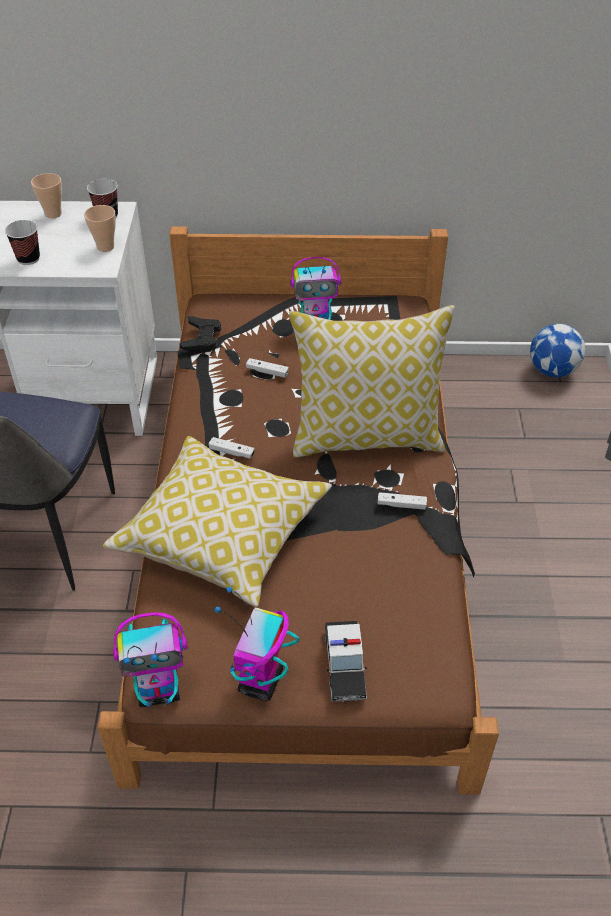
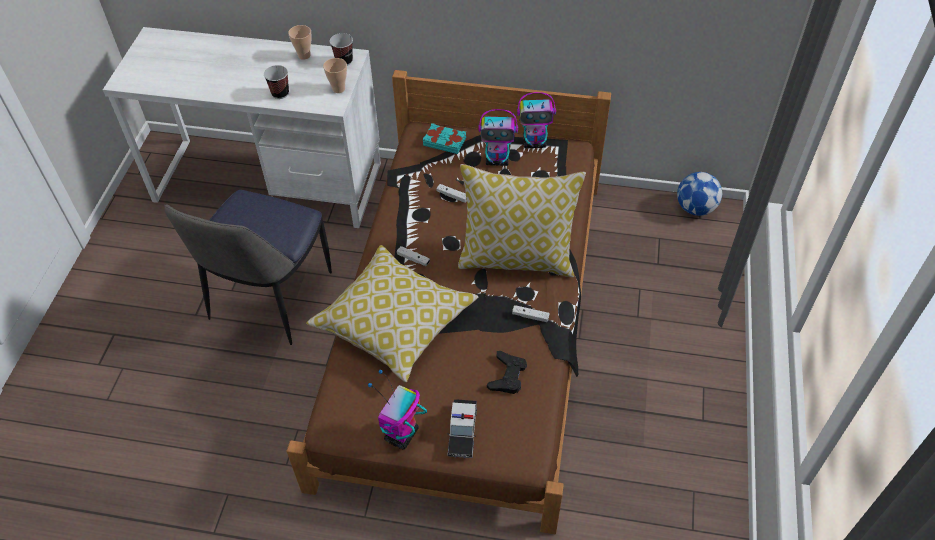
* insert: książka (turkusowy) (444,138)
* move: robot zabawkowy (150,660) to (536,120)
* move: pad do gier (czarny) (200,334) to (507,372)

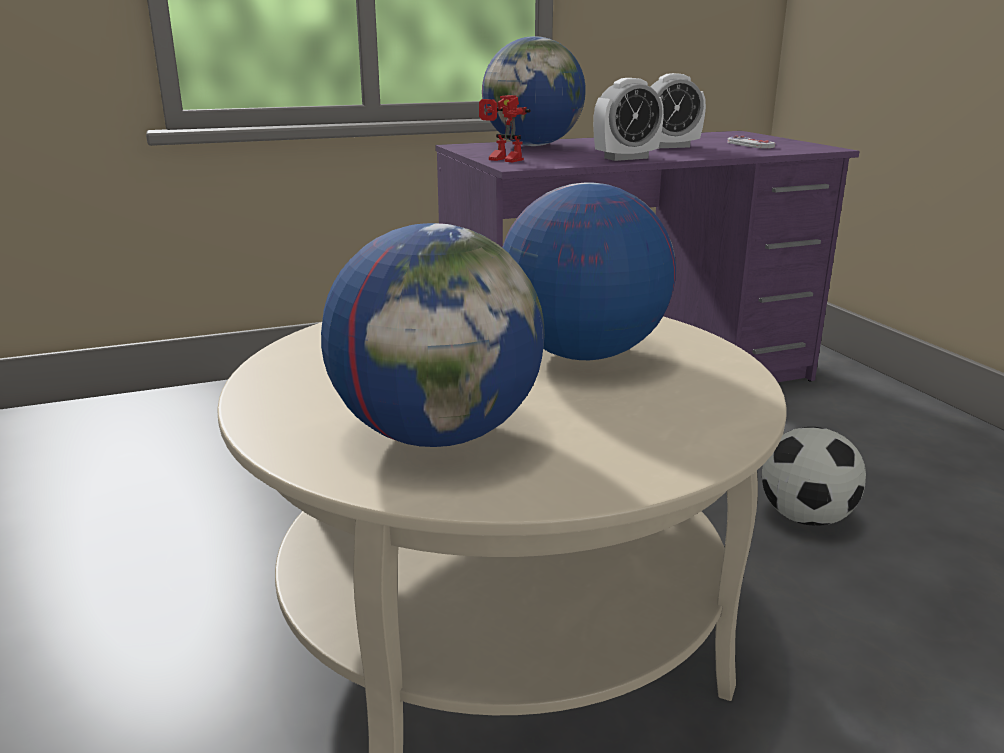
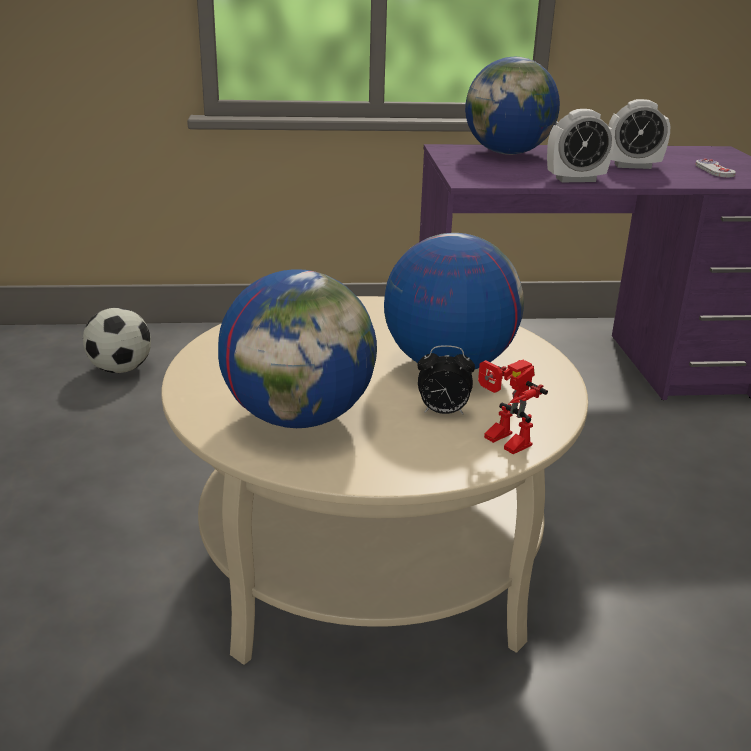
* insert: budzik (446,379)
* move: robot zabawkowy (505,128) to (513,407)
* move: piłka futbolowa (814,476) to (117,340)

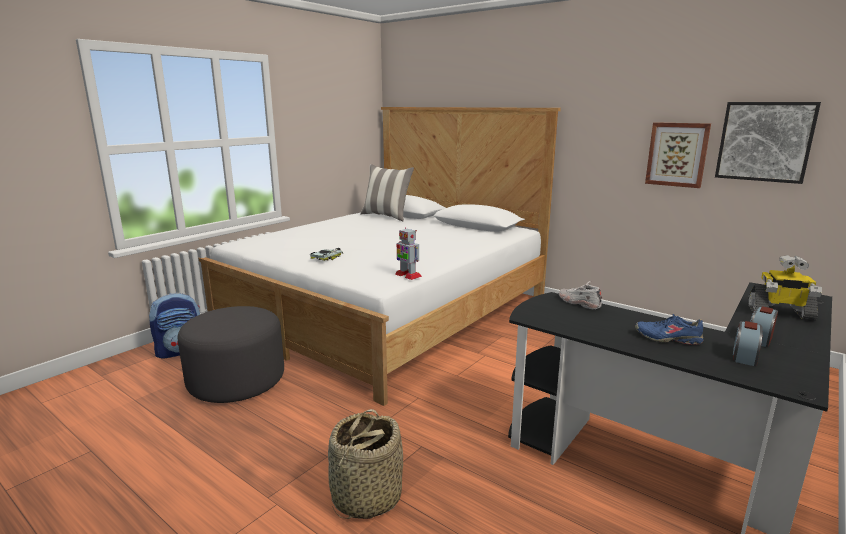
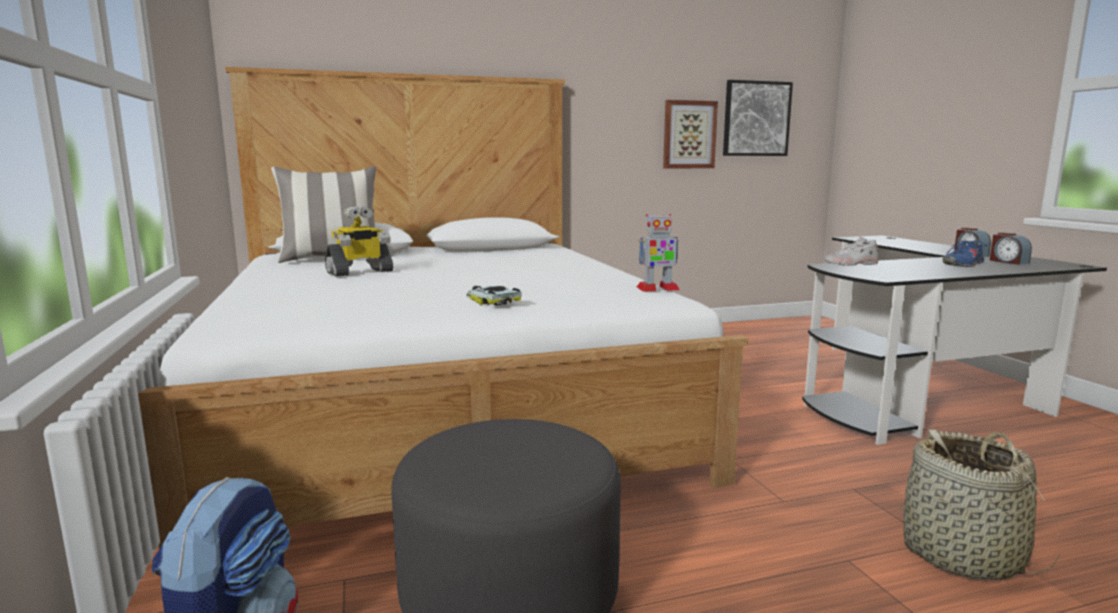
* move: robot zabawkowy (785,288) to (359,241)

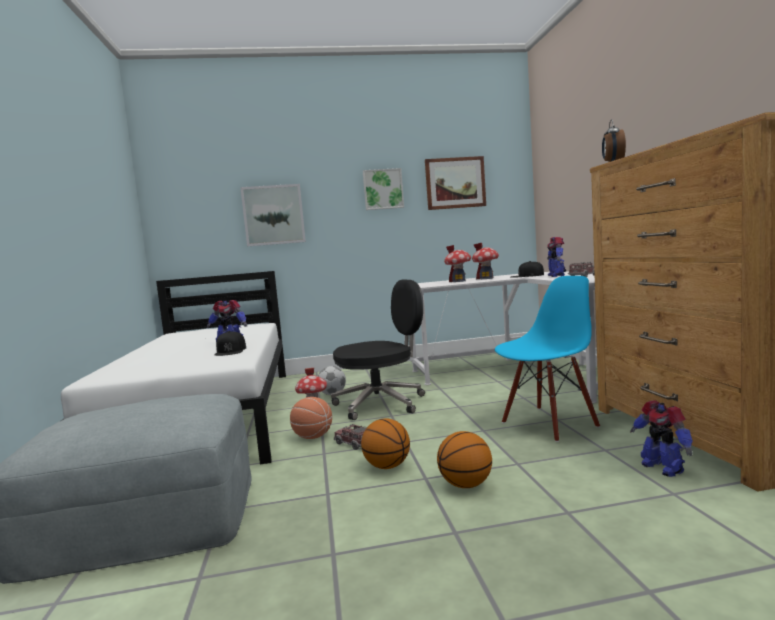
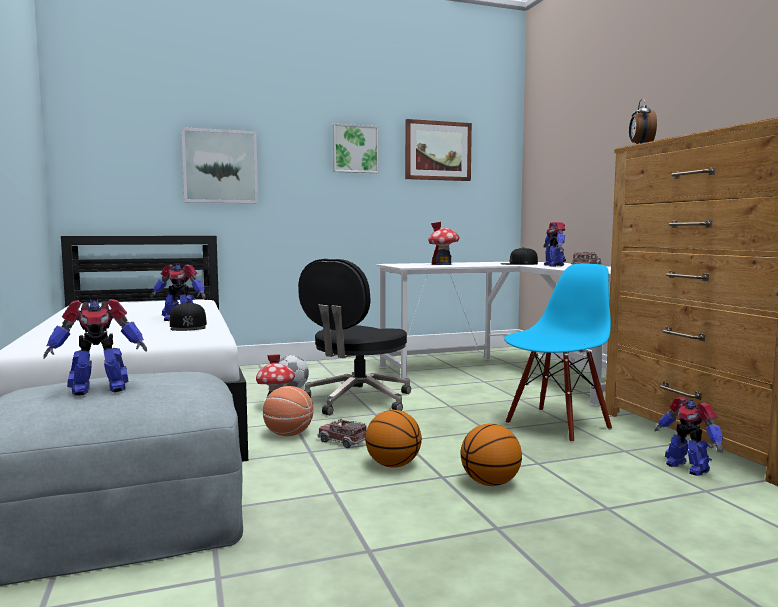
* delete: domek (485,261)
* insert: robot zabawkowy (95,347)
* rotate: krzesło biurowe (czarny) (378,349) = (354,337) 150 degrees clockwise

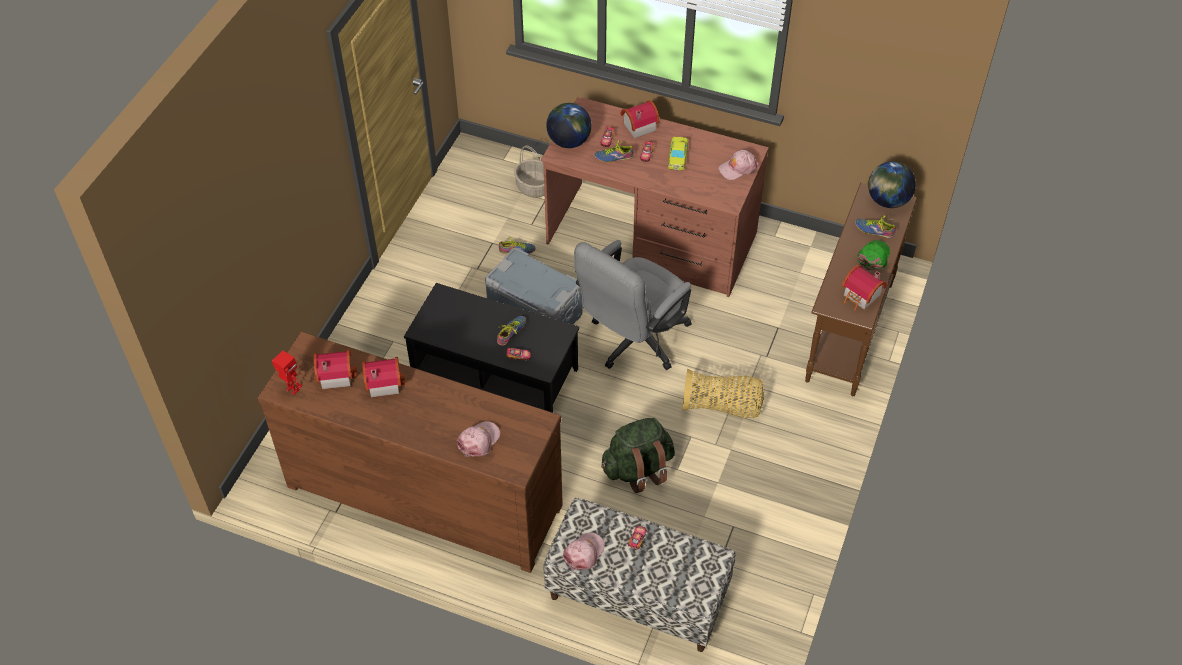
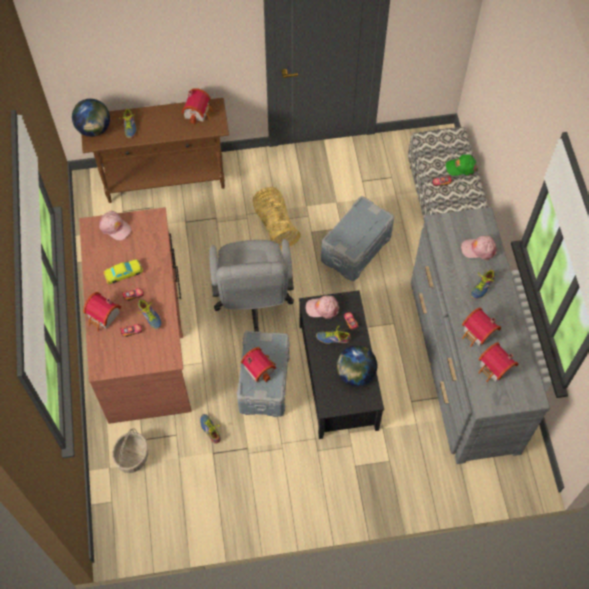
* delete: robot zabawkowy (287,373)
* insert: domek (258,365)
* insert: but (482,284)
* move: globus (569,125) to (357,365)
* move: czapka z daszkiem (różowy) (584,551) to (322,307)
* move: czapka z daszkiem (zielony) (873,255) to (462,165)
* replace: plecak (zielony) (638,455) to pojemnik do przechowywania (szary) (357,238)
* recolor: komoda (brązowy) (410,452) to komoda (szary) (480,335)
* rotate: krzesło biurowe (szary) (633,305) = (251,285) 75 degrees clockwise

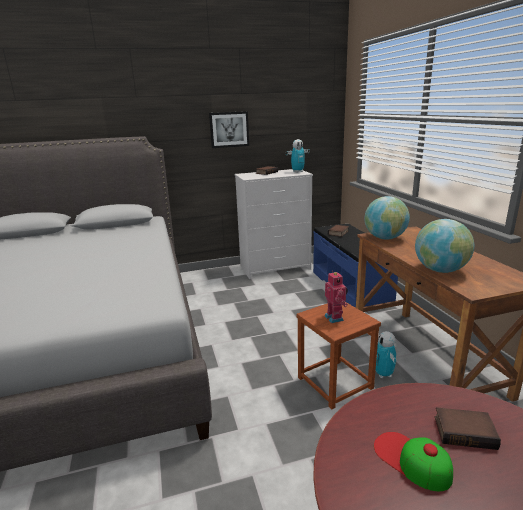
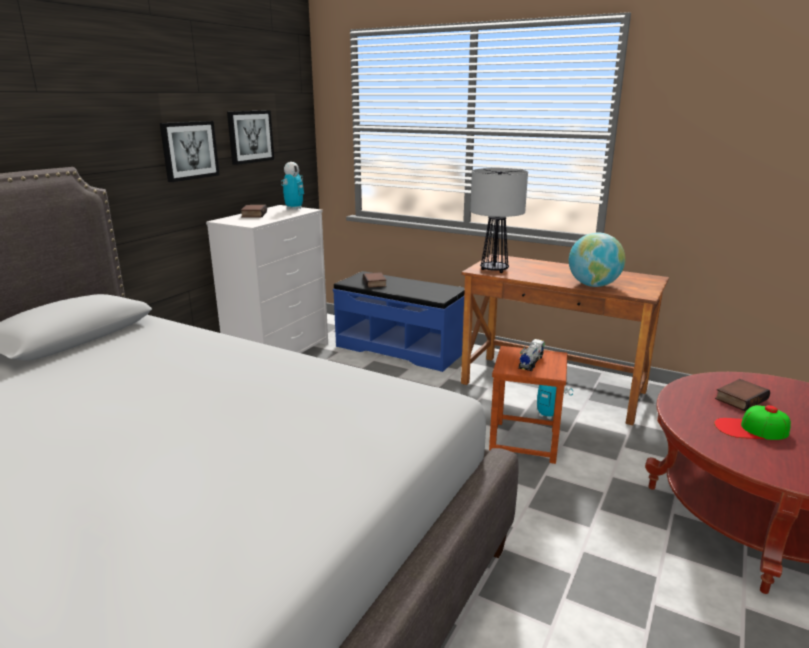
* insert: obraz (250,137)
* replace: robot zabawkowy (336,297) to ciężarówka zabawkowa (531,355)
* replace: globus (387,217) to lampa stołowa (499,220)

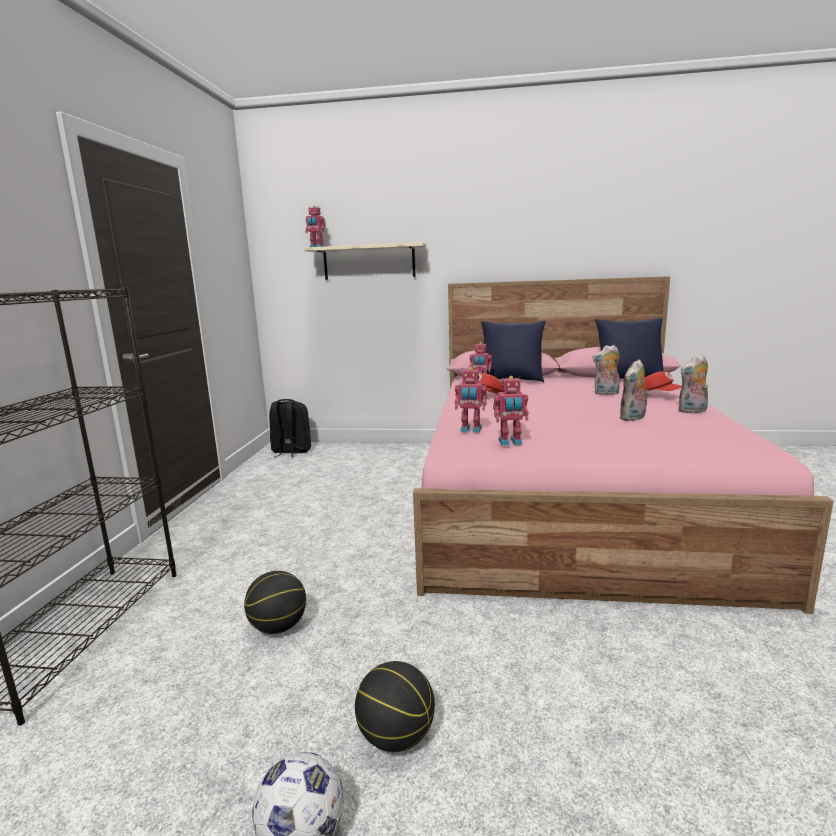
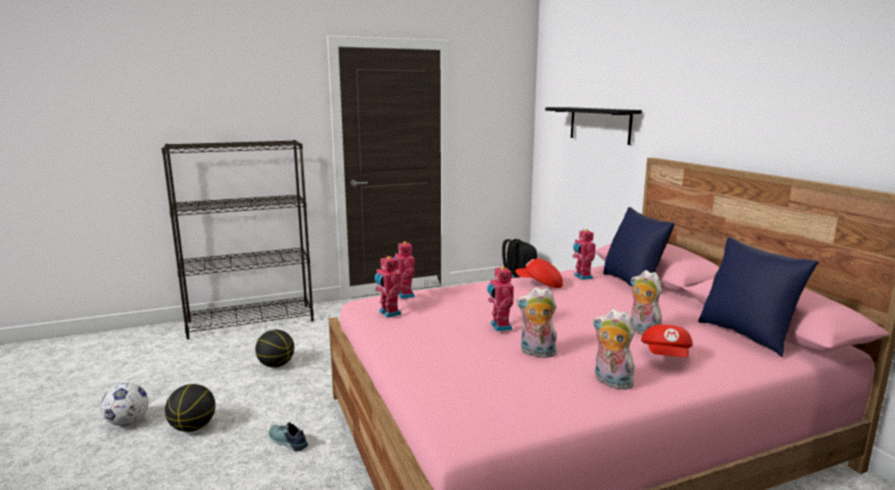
* insert: but (288,436)
* move: robot zabawkowy (315,226) to (500,298)
* recolor: półka (beżowy) (365,261) to półka (czarny) (593,126)

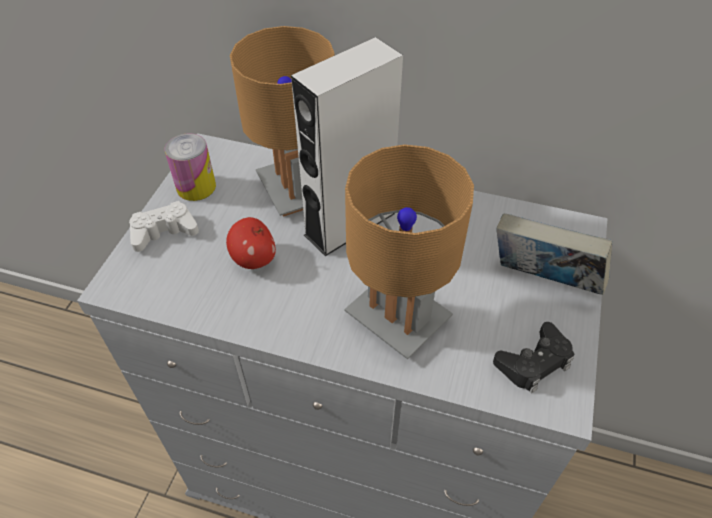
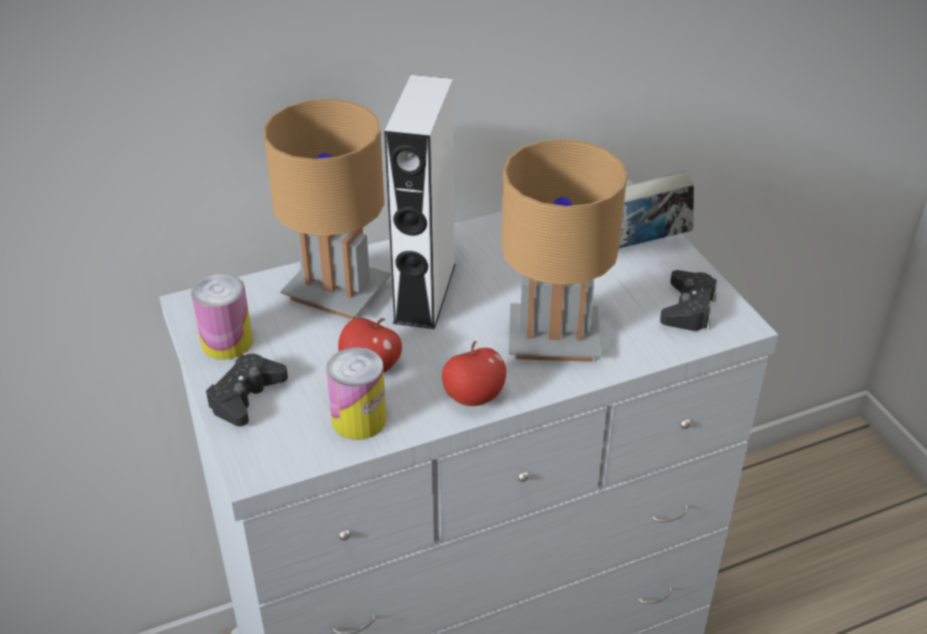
* insert: puszka (356,393)
* insert: jabłko (474,373)
* recolor: pad do gier (biały) (164,226) to pad do gier (czarny) (247,390)

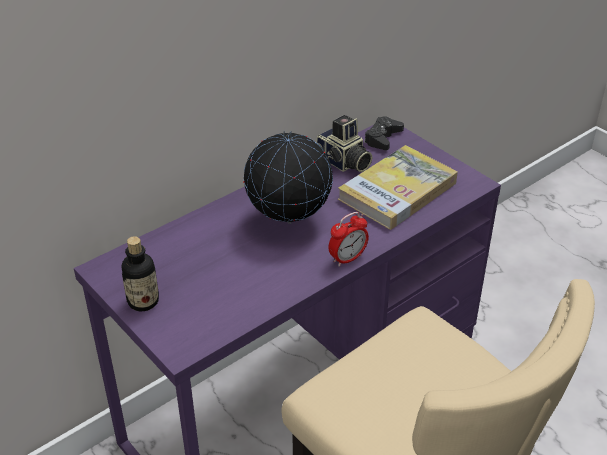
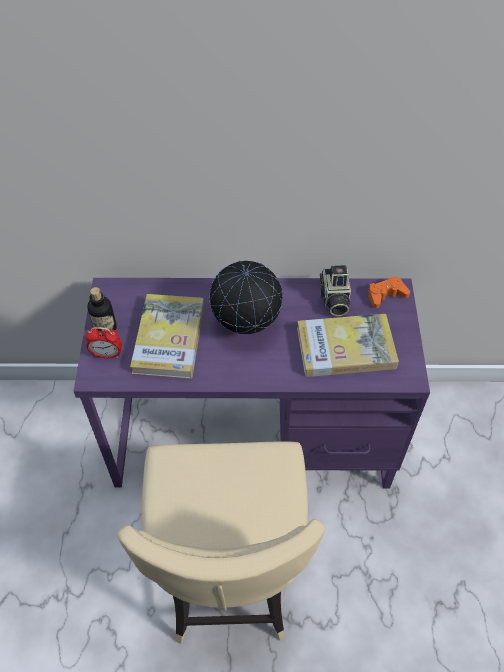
* insert: książka (167,336)
* move: budzik (348,239) to (103,342)
* recolor: pad do gier (czarny) (384,133) to pad do gier (pomarańczowy) (389,292)

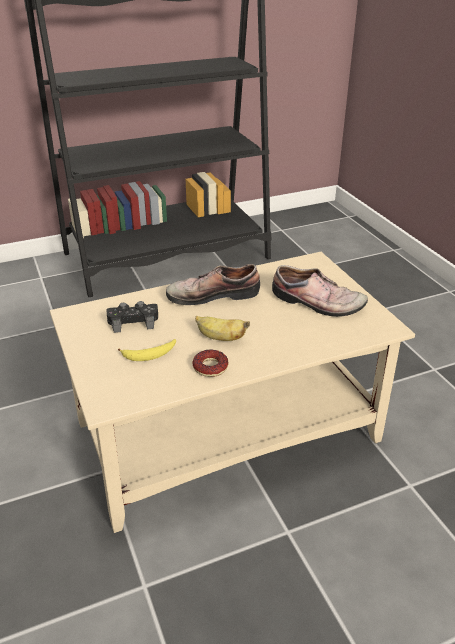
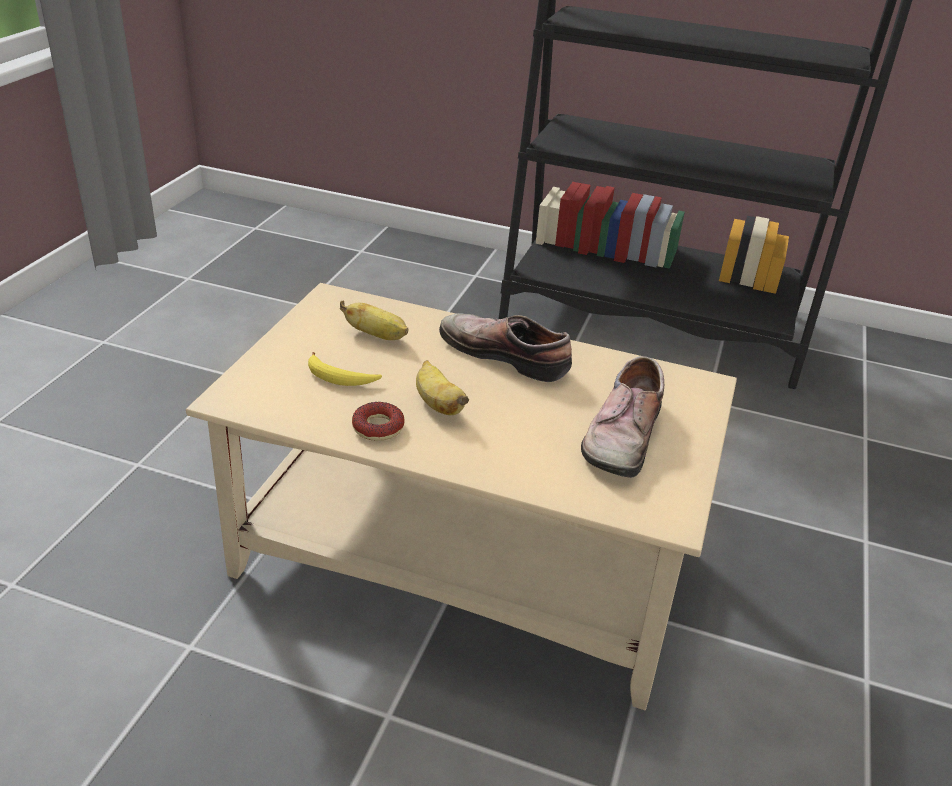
* replace: pad do gier (czarny) (132,317) to banan (374,320)
* rotate: but (320,291) = (622,417) 45 degrees clockwise

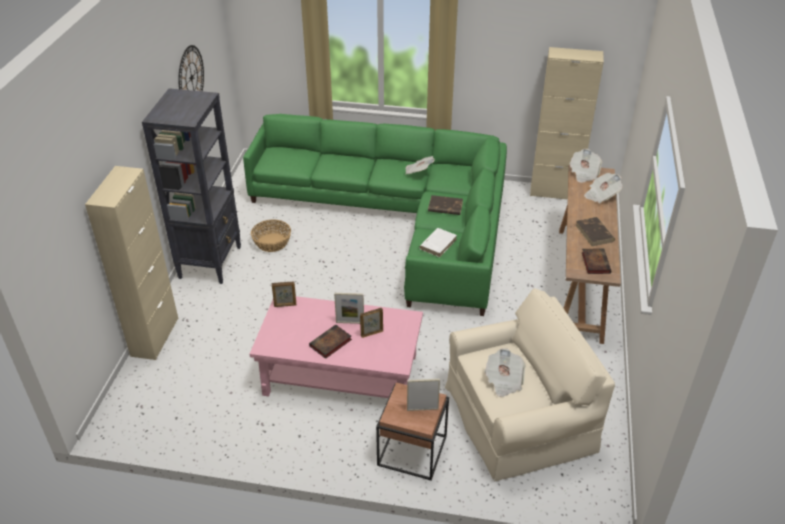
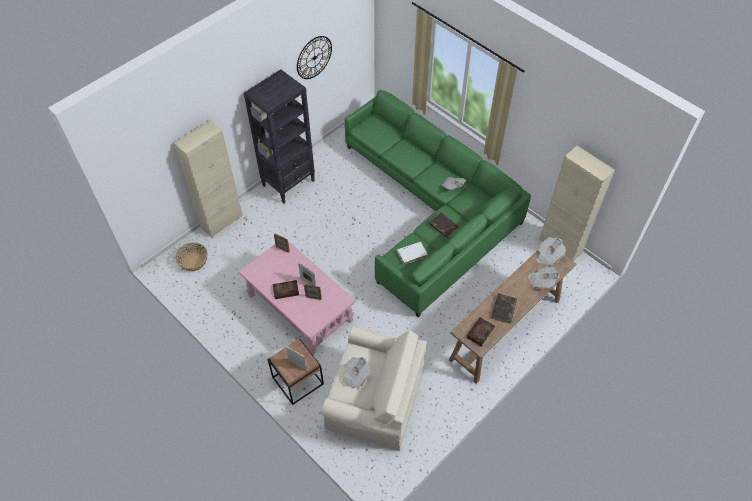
* move: koszyk (271,235) to (192,257)

